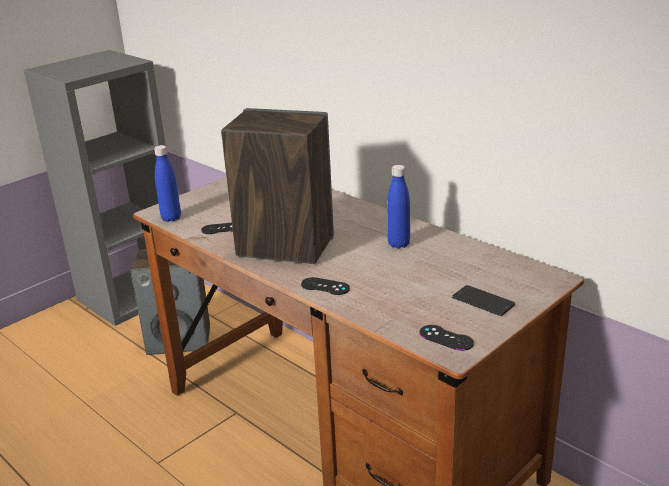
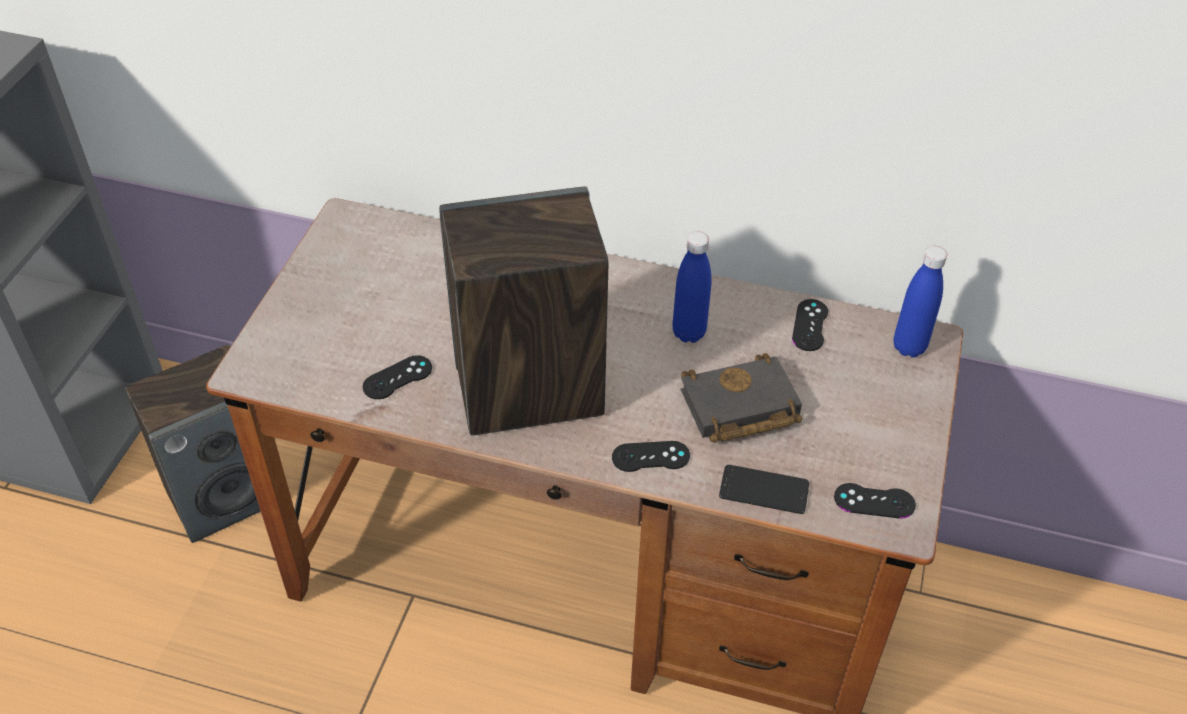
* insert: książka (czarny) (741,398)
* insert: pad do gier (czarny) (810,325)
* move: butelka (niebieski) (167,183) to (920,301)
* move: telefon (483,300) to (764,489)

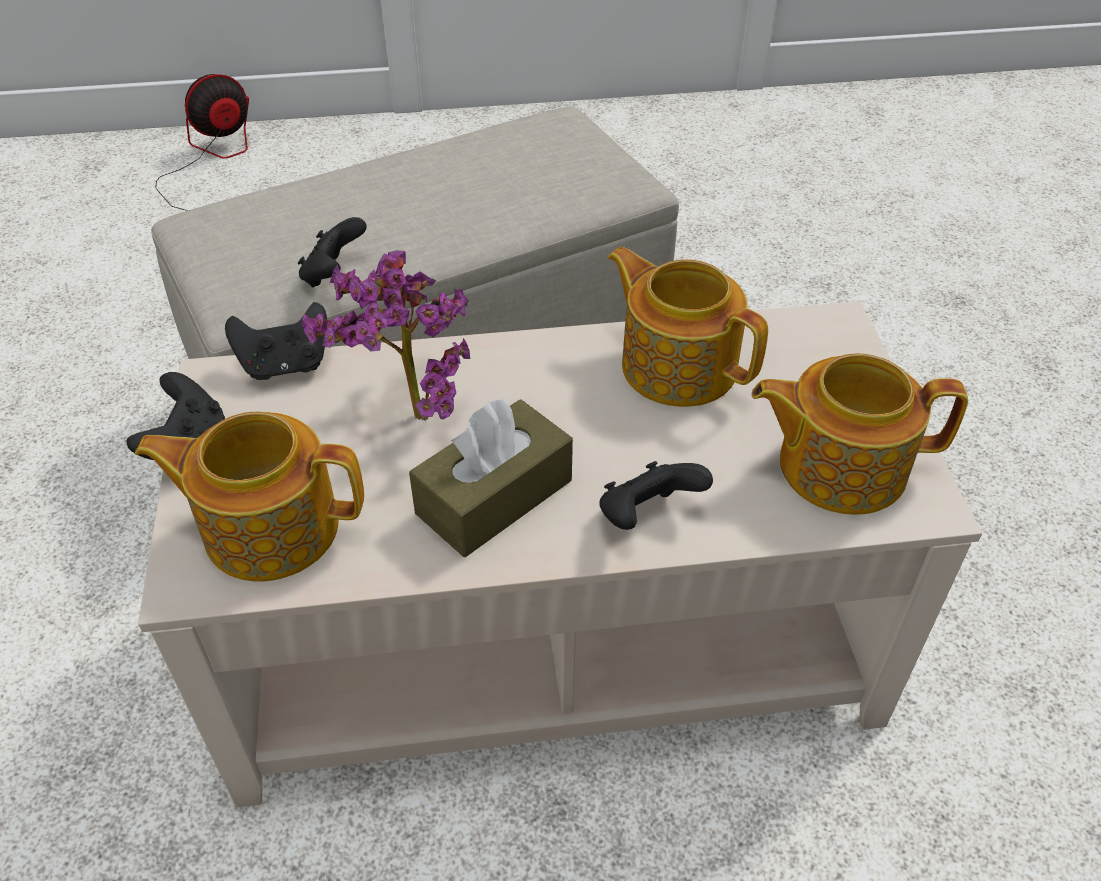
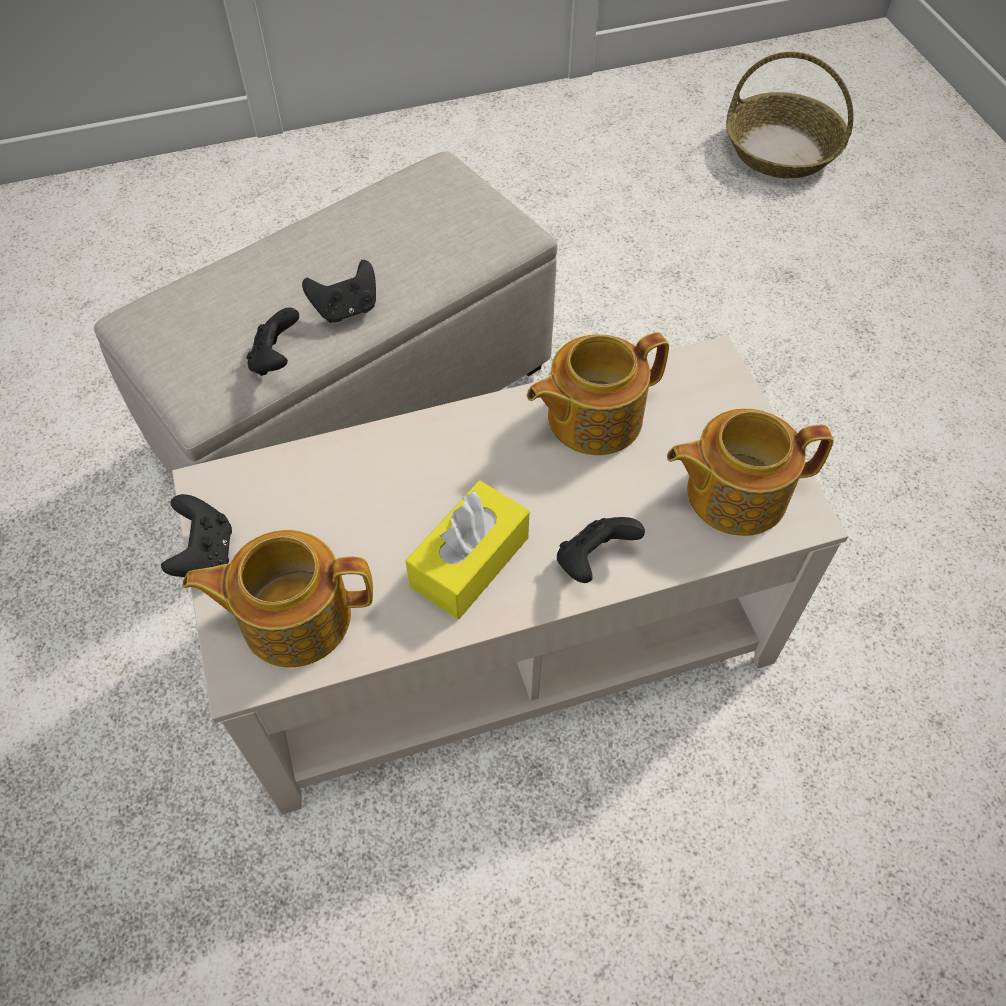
* delete: wentylator (202,142)
* delete: roślina doniczkowa (386,335)
* insert: koszyk (790,115)
* move: pad do gier (czarny) (276,341) to (339,291)
* recolor: pudełko chusteczek (brązowy) (491,477) to pudełko chusteczek (żółty) (467,550)
* rotate: imbryk (687,327) = (598,393) 60 degrees counterclockwise

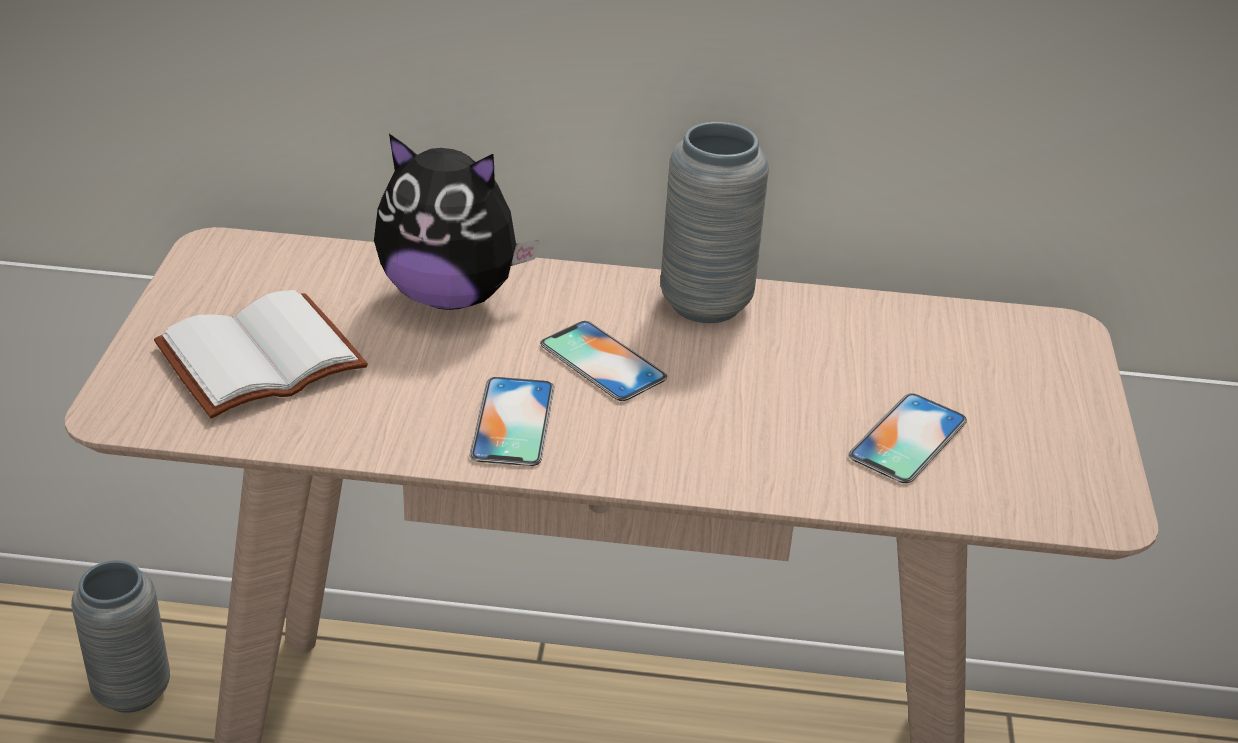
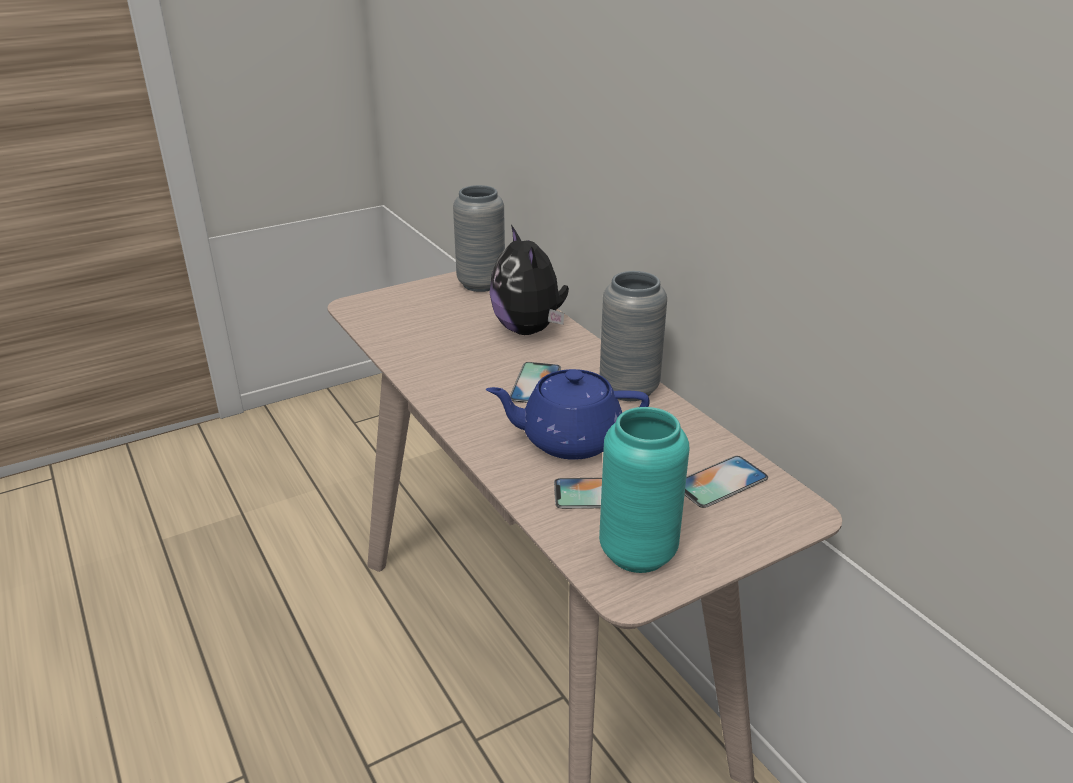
* delete: książka (biały) (261,354)
* insert: imbryk (niebieski) (568,414)
* insert: wazon (turkusowy) (644,490)
* move: wazon (szary) (120,636) to (479,238)
* move: telefon (512,421) to (726,482)

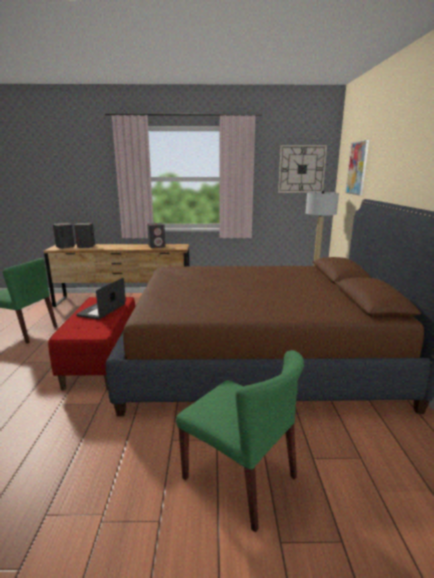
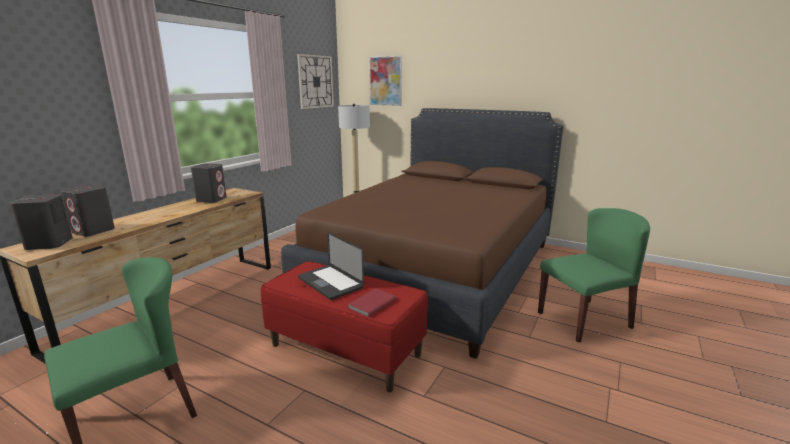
* insert: książka (czerwony) (372,302)

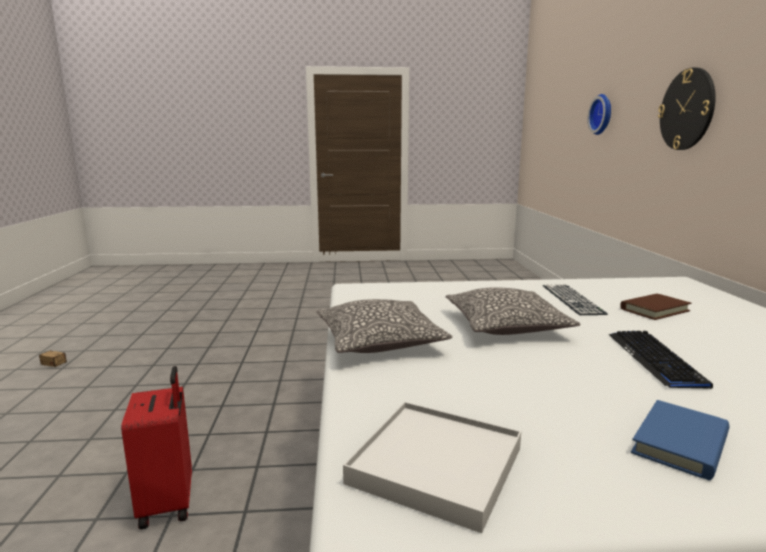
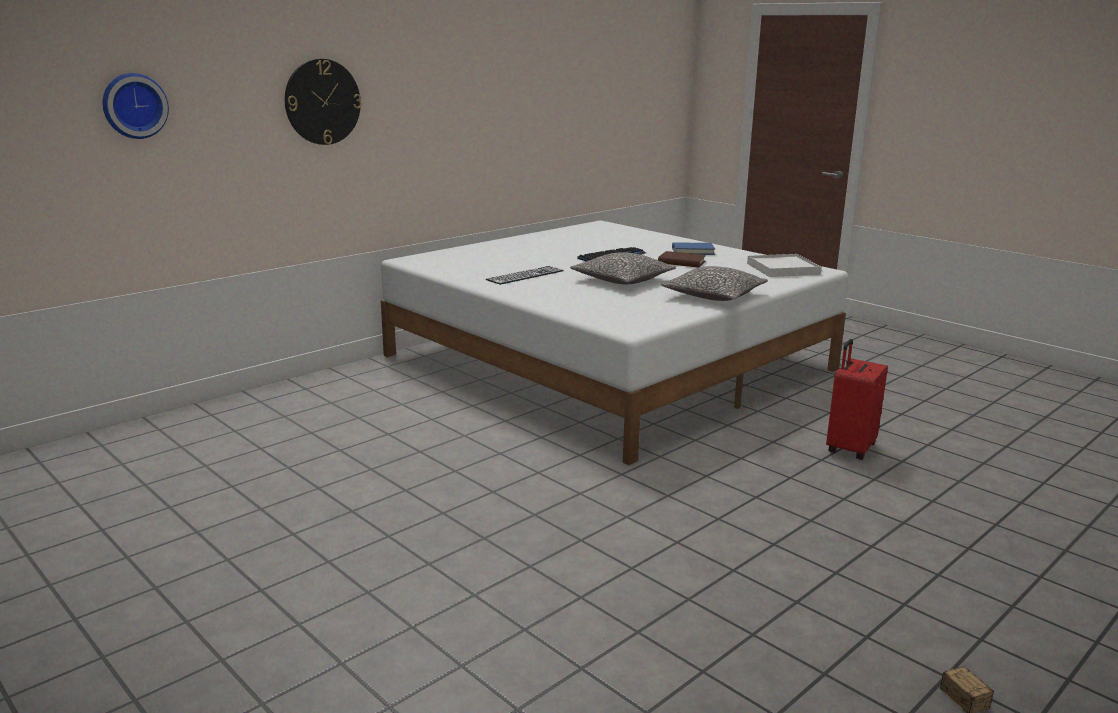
* move: książka (brązowy) (655,307) to (682,259)

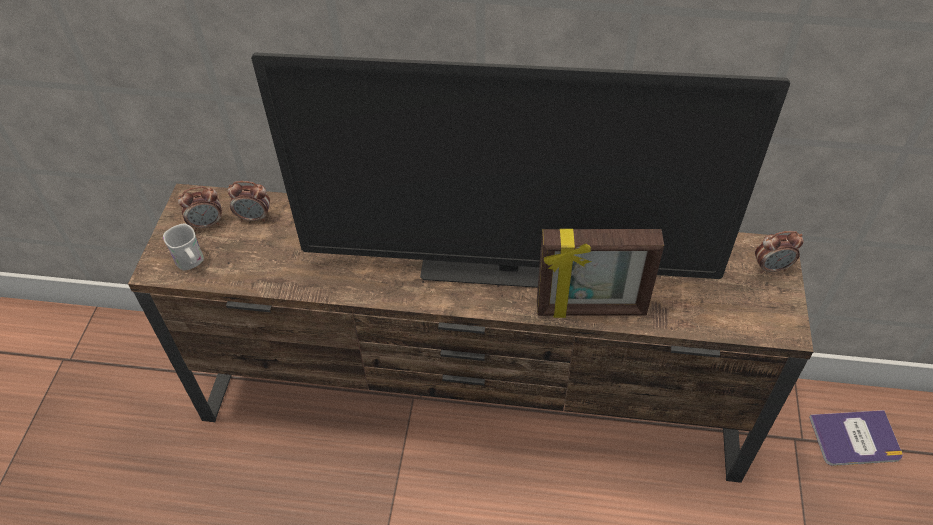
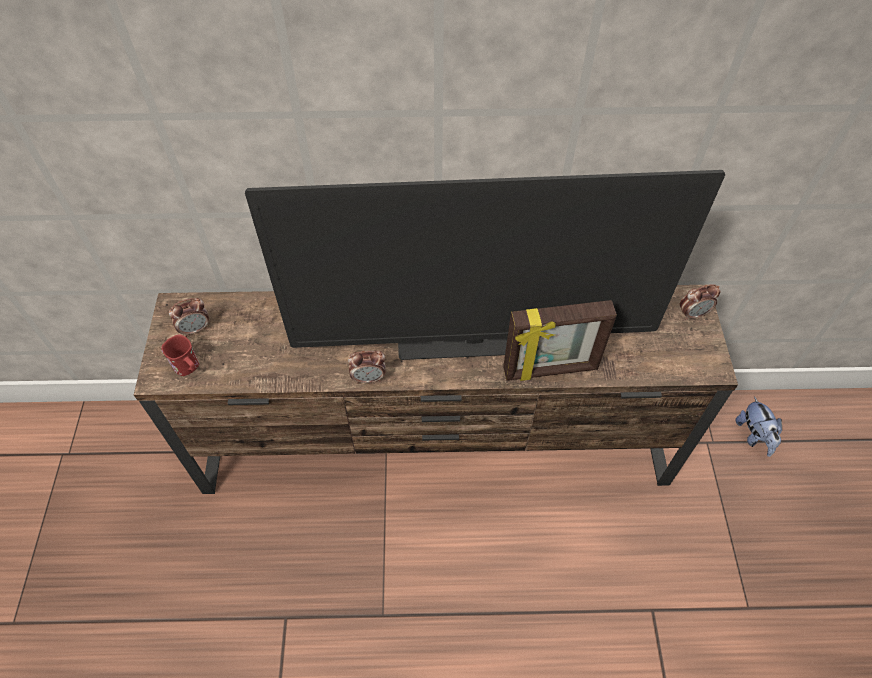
* move: budzik (249,201) to (366,367)
* replace: książka (856,438) to pluszak (758,427)
* recolor: kubek (biały) (183,247) to kubek (czerwony) (180,355)

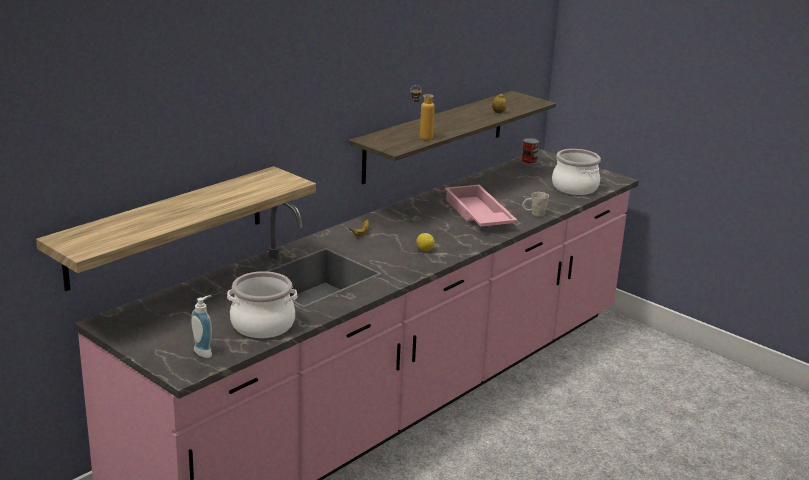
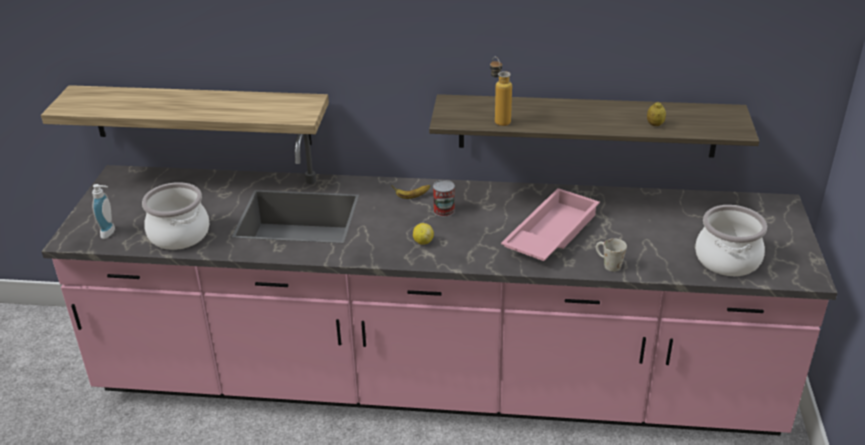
* move: puszka (530,151) to (444,198)

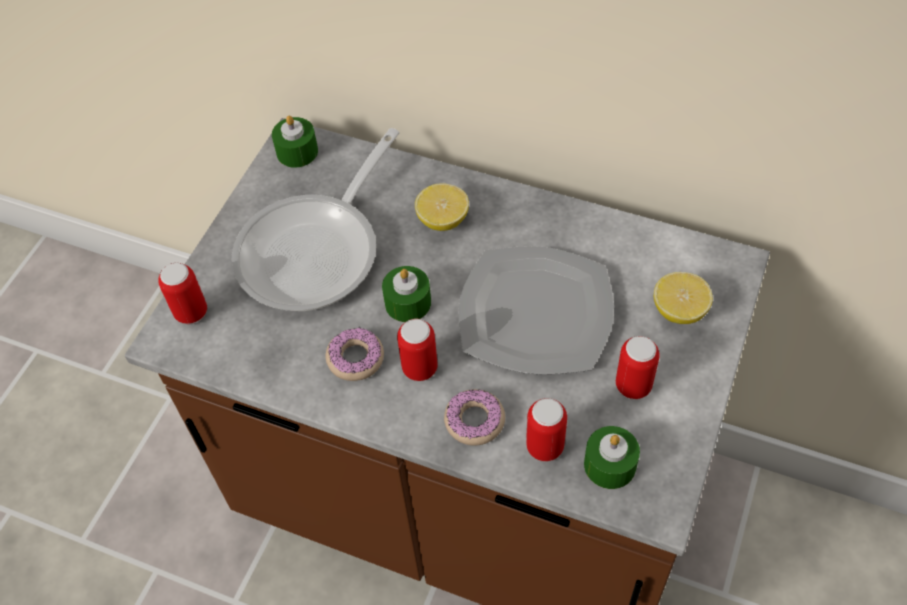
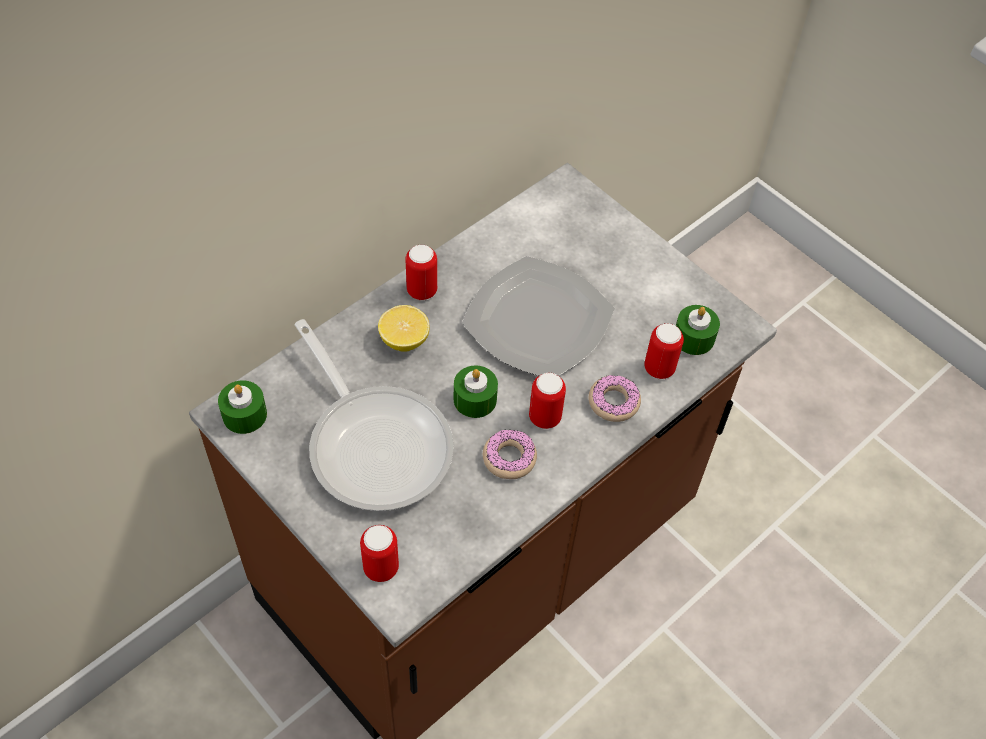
* delete: cytryna (683,298)
* move: puszka (638,368) to (421,273)

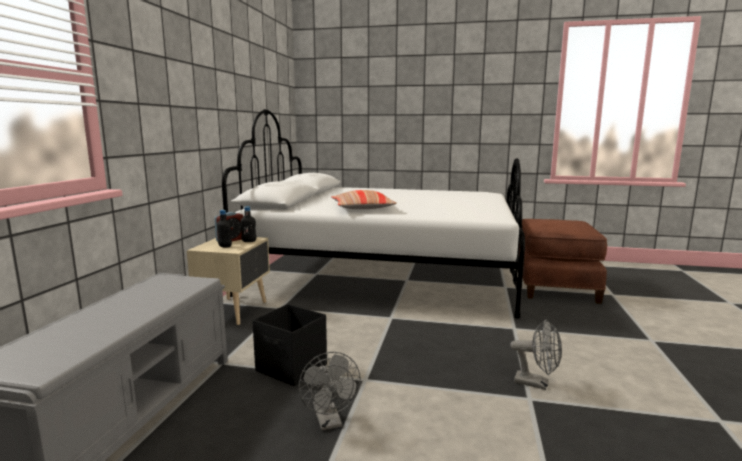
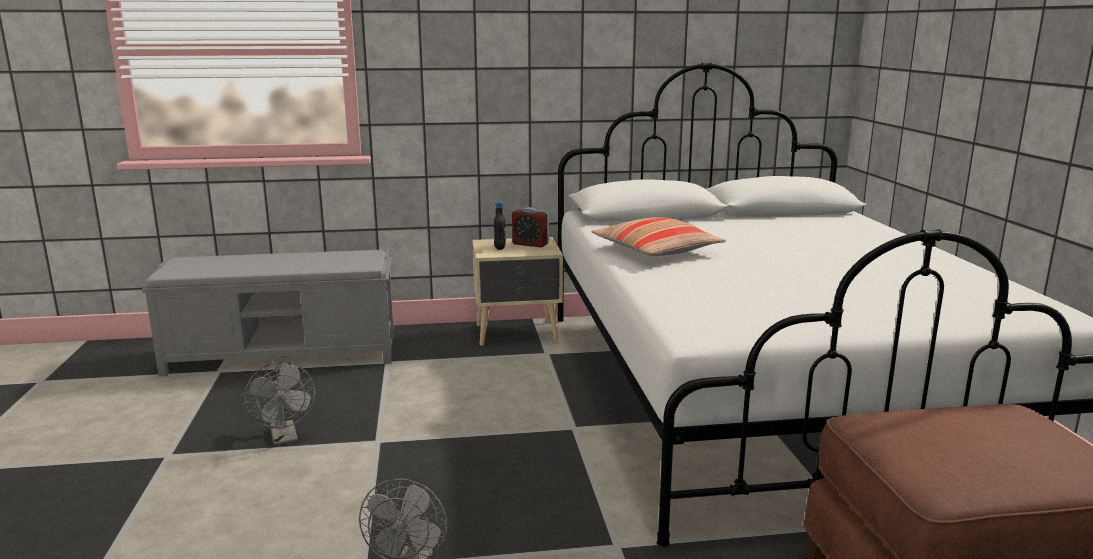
* delete: butelka (czarny) (248,224)
* delete: pojemnik do przechowywania (czarny) (289,345)
* rotate: wentylator (szary) (330,391) = (279,404) 75 degrees counterclockwise

